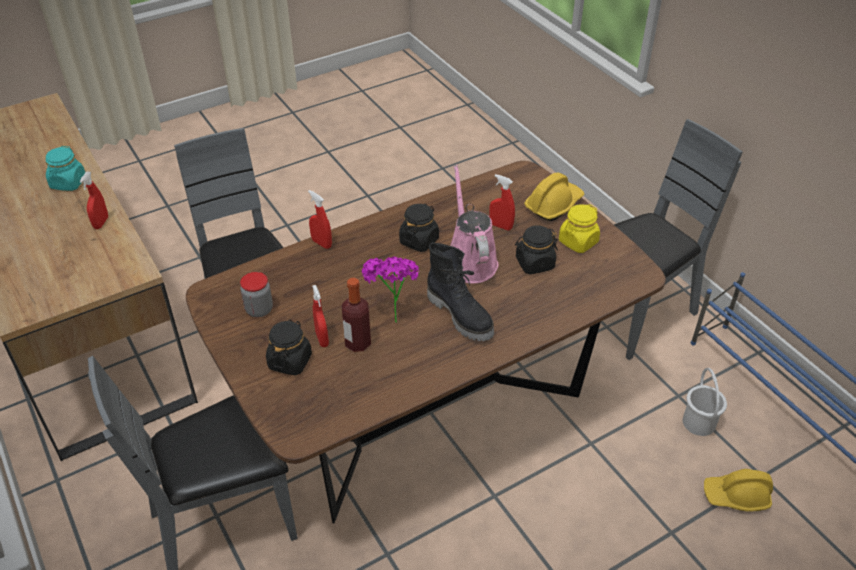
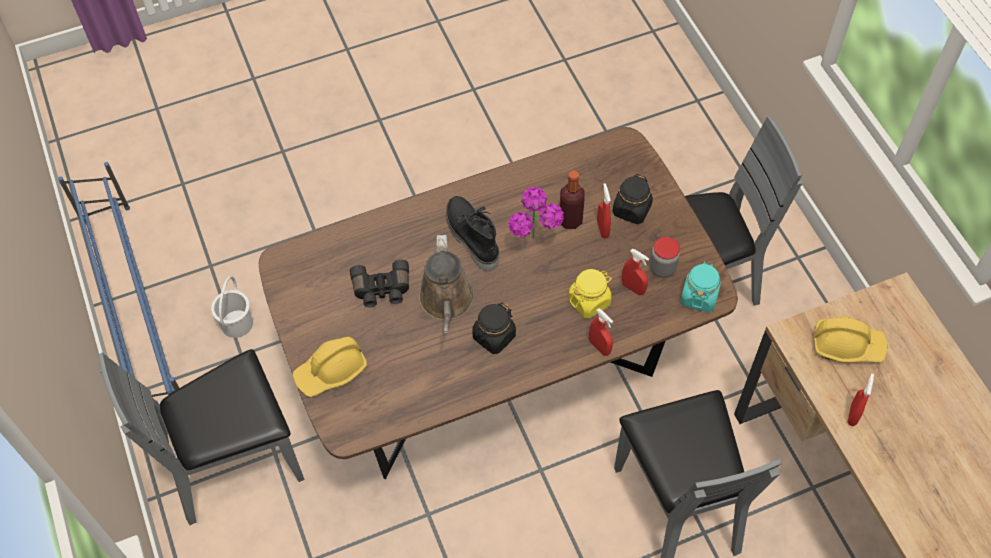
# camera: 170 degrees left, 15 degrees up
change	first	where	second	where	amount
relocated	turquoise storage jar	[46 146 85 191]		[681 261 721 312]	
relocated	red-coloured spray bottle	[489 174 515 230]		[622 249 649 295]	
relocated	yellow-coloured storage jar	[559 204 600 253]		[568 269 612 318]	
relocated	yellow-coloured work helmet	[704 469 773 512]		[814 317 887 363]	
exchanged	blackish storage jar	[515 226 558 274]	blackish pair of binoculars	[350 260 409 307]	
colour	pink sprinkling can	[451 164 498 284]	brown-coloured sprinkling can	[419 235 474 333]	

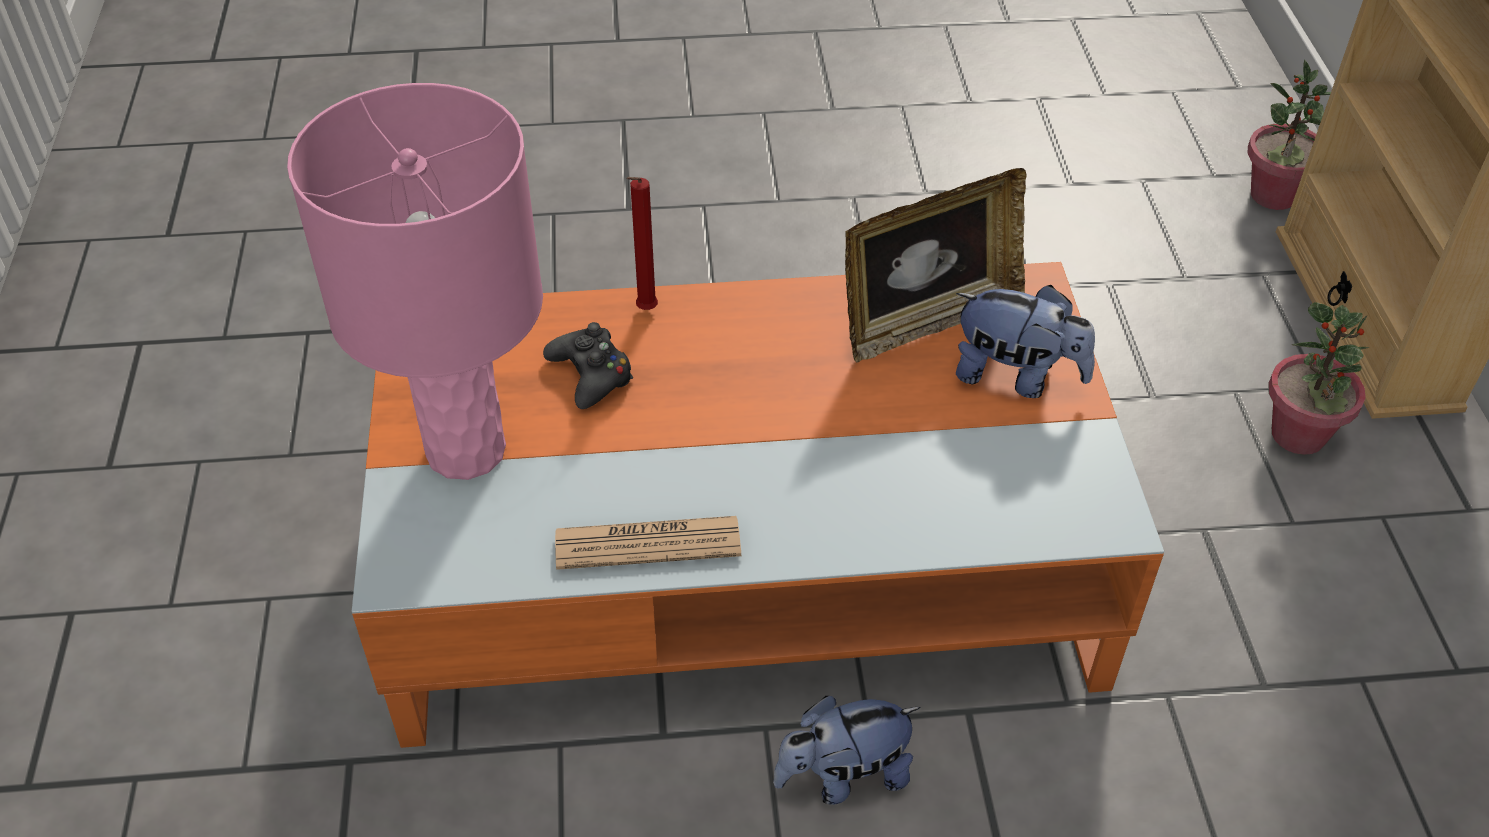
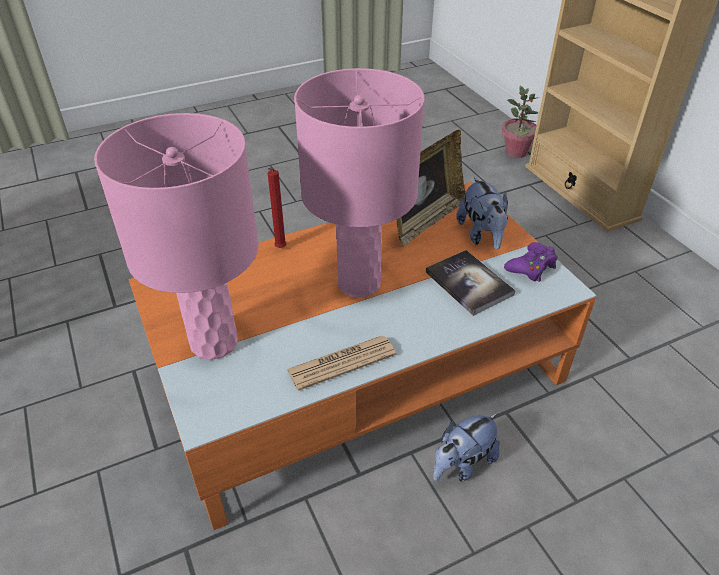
# camera: 20 degrees left, 5 degrees down
change	first	where	second	where	amount
missing	blackish joypad	[543 322 633 409]			
missing	plant in a pot	[1268 302 1369 455]			
appeared			pink tabletop lamp	[294 68 424 298]	
appeared			bound book	[426 250 515 316]	
appeared			purplish joypad	[504 242 558 282]	
spun	cuddly toy	[956 285 1095 398]		[456 176 508 250]	75 degrees clockwise

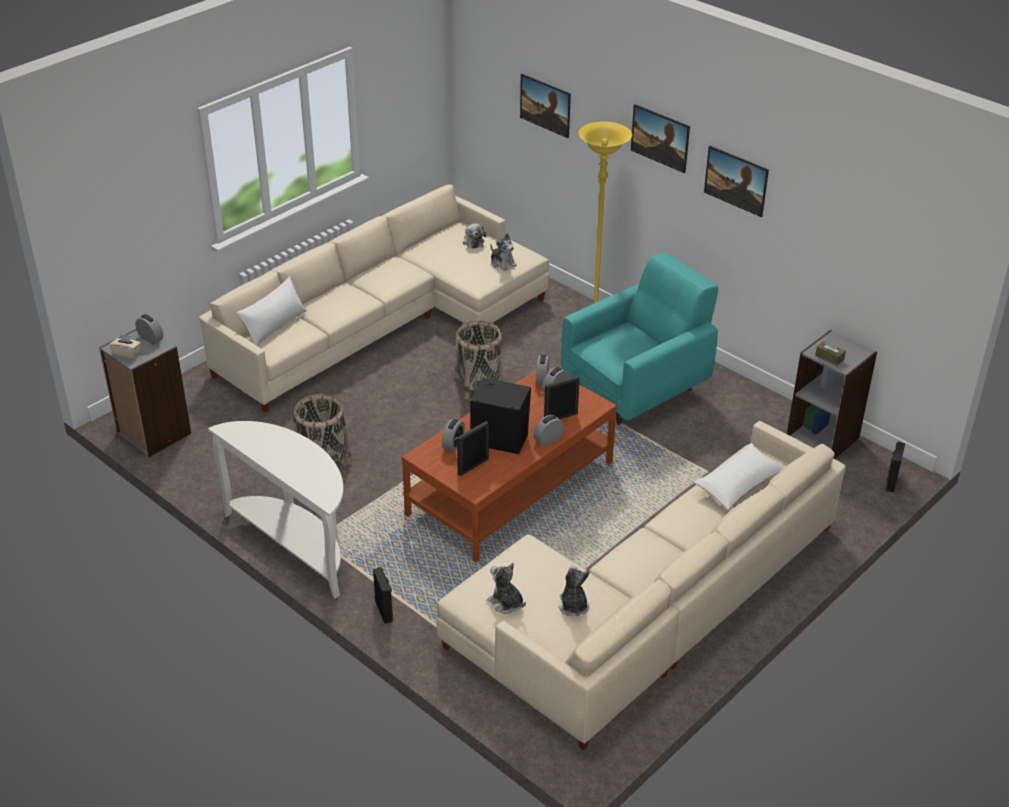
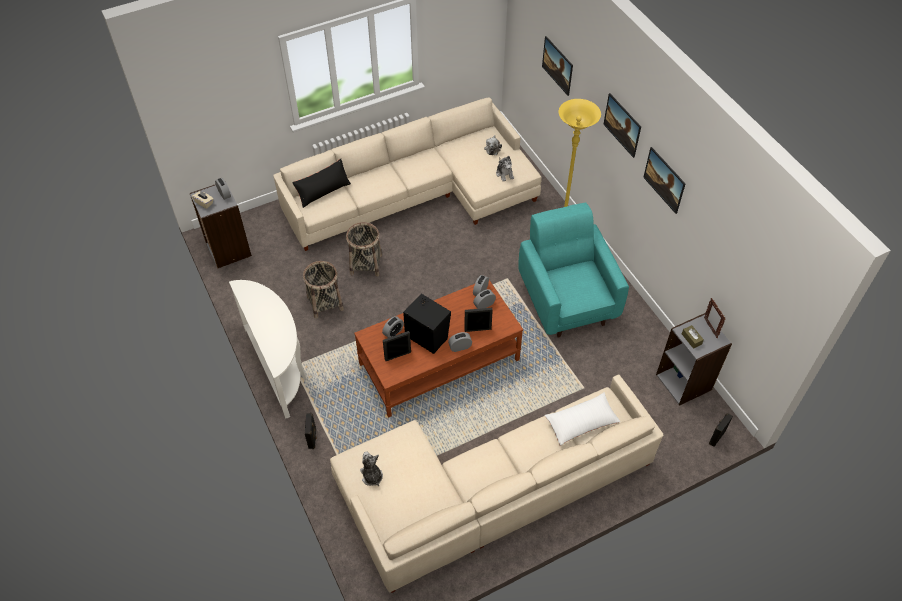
# camera: 20 degrees right, 15 degrees up
change	first	where	second	where	amount
missing	cuddly toy	[558 566 590 616]			
appeared			standing frame	[704 298 726 338]	
relocated	household basket	[455 320 503 399]		[346 222 382 277]	
colour	white cushion	[236 276 307 346]	blackish cushion	[292 159 351 208]	
spun	turquoise armchair	[561 253 718 425]		[518 202 629 338]	90 degrees counterclockwise

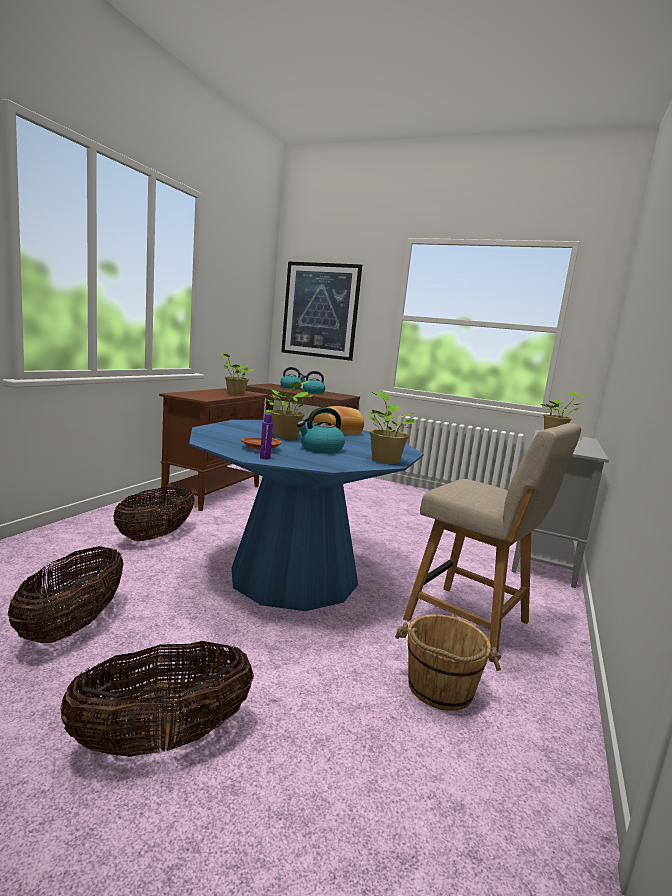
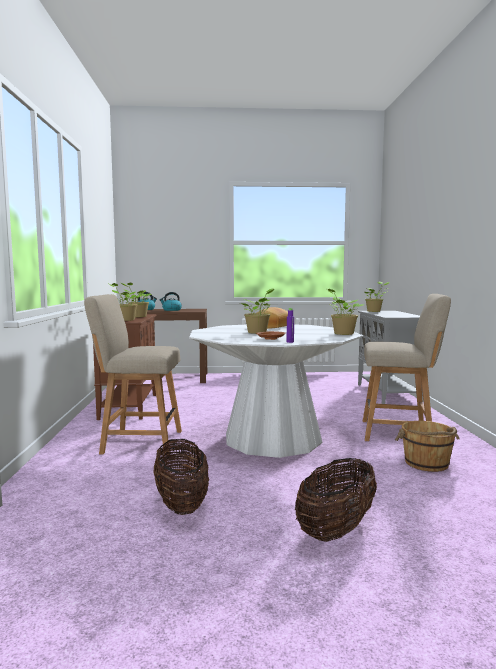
# camera: 25 degrees left, 5 degrees down
change	first	where	second	where	amount
missing	picture	[281 261 362 361]			
missing	water kettle	[297 407 345 453]			
appeared			plant in a pot	[107 283 142 321]	
exchanged	household basket	[113 486 195 541]	sand-coloured plain chair	[84 294 182 455]	
colour	bluish dining table	[189 420 424 611]	white dining table	[189 325 363 458]	

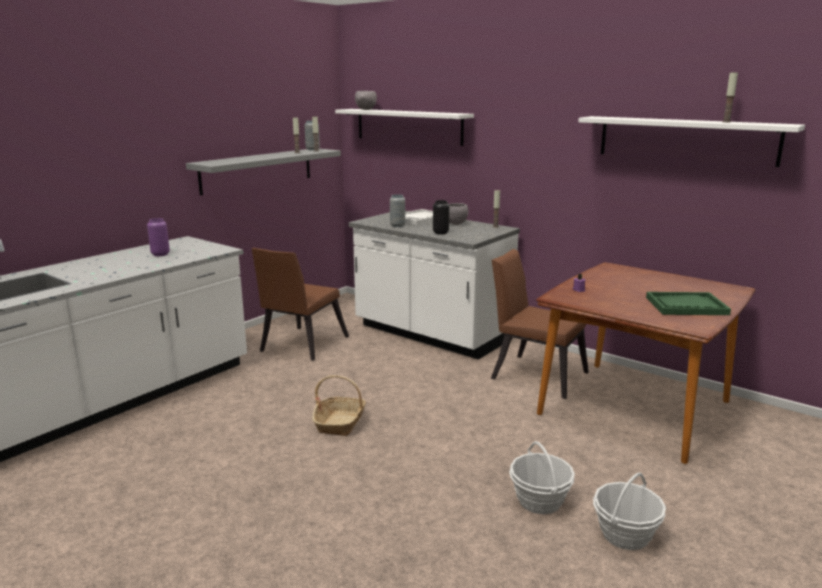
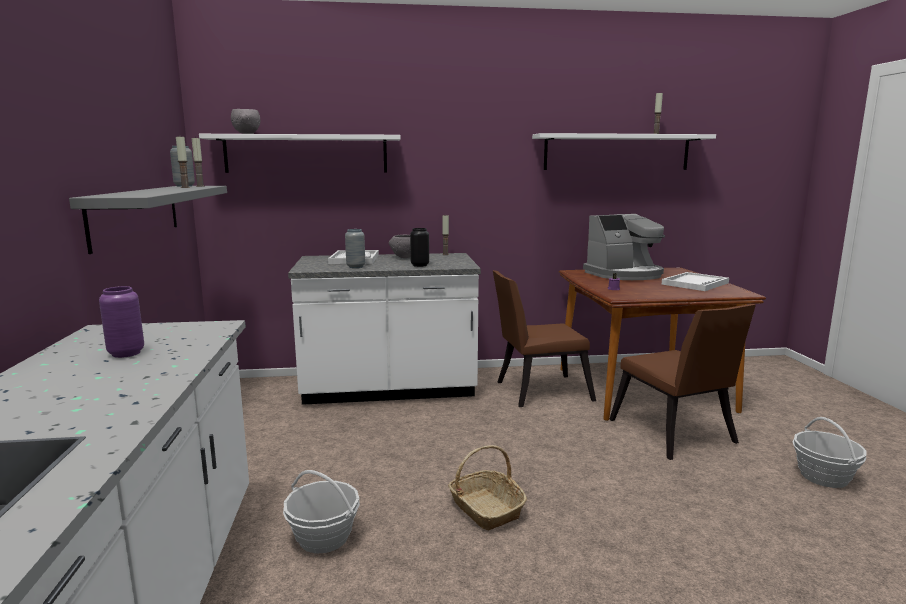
# camera: 45 degrees left, 5 degrees down
change	first	where	second	where	amount
appeared			coffee maker	[583 214 665 280]	
relocated	brown-coloured plain chair	[252 248 349 361]		[609 304 756 460]	
relocated	household basket	[509 441 575 514]		[283 470 360 554]	
colour	green-coloured tray	[646 292 731 315]	white tray	[662 272 729 291]	

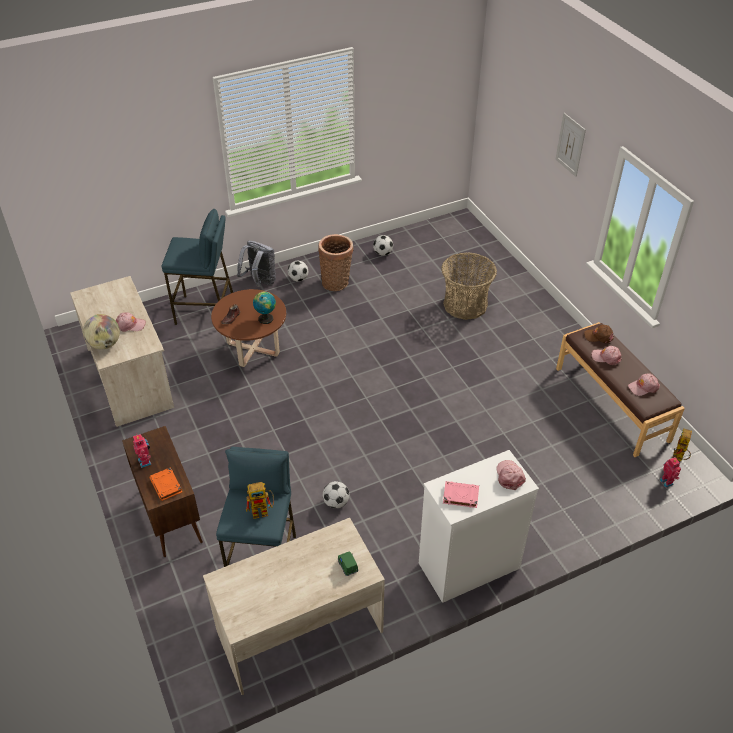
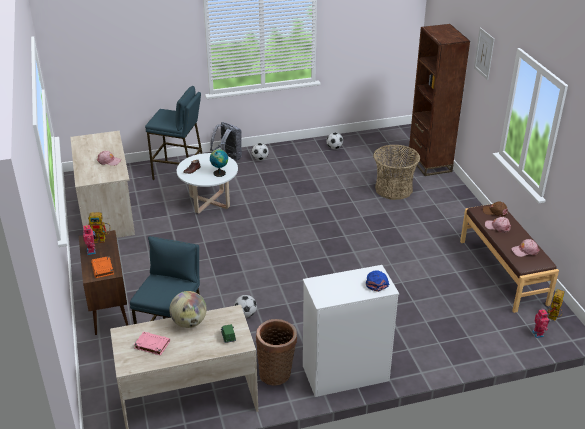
# camera: 10 degrees right, 10 degrees down
change	first	where	second	where	amount
appeared			brown-coloured shelving unit	[408 24 470 176]	
relocated	desk globe	[83 314 120 349]		[169 291 207 328]	
relocated	model robot	[246 482 274 519]		[88 212 111 243]	
relocated	household basket	[318 234 354 291]		[256 319 297 386]	
relocated	pink bound book	[443 481 479 508]		[134 332 170 355]	
colour	brown-coloured coffee table	[211 289 286 367]	white coffee table	[177 153 238 213]	
colour	pink cap	[496 460 526 490]	bluish cap	[366 270 389 292]	

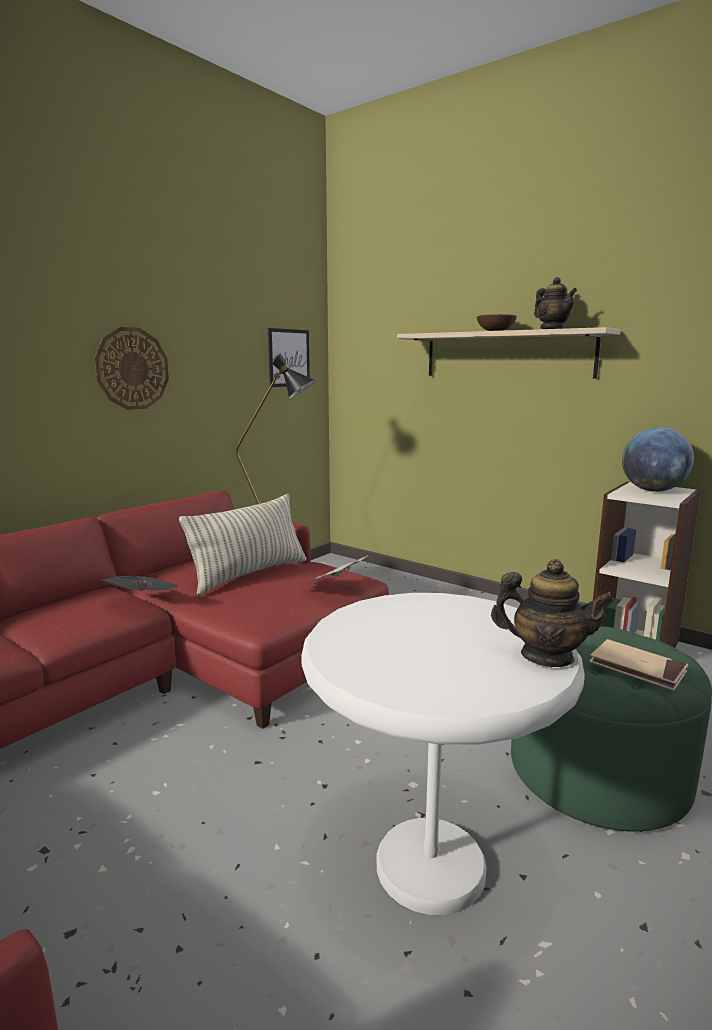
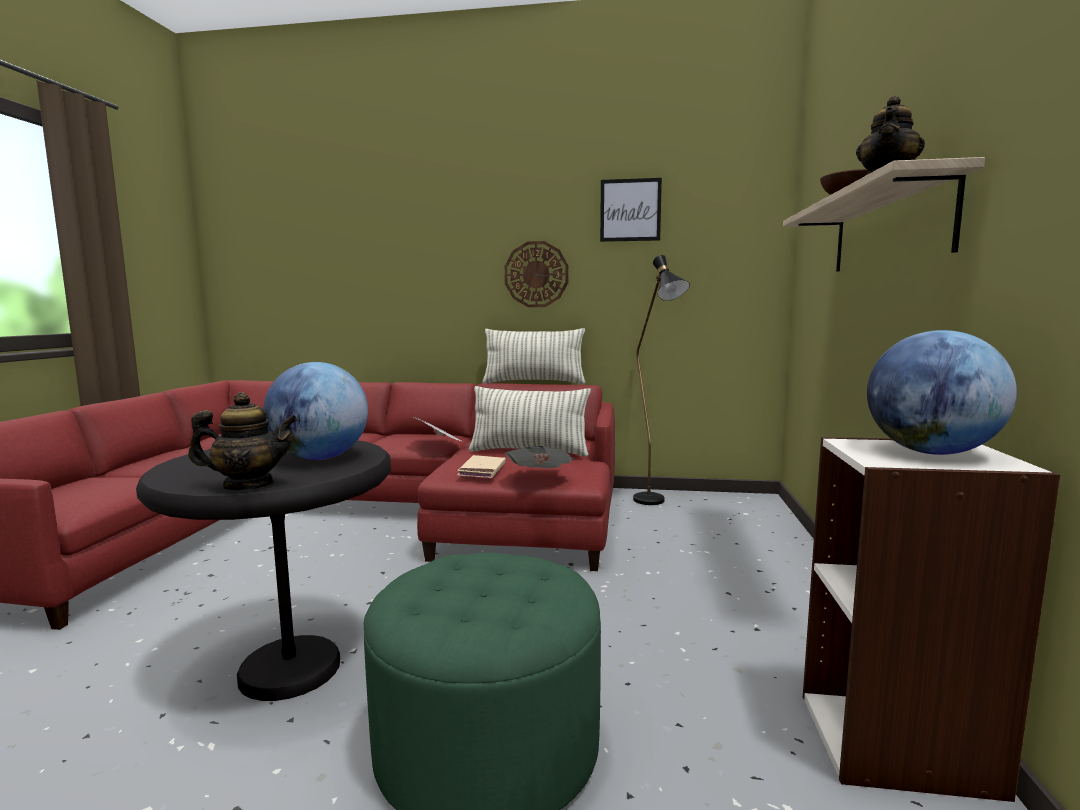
# camera: 60 degrees right, 5 degrees down
change	first	where	second	where	amount
appeared			desk globe	[263 362 368 460]	
appeared			cushion	[482 328 586 384]	
relocated	picture	[268 328 310 387]		[600 178 662 242]	
relocated	sand-coloured bound book	[589 639 688 691]		[457 455 506 478]	
colour	white side table	[301 593 585 915]	blackish side table	[136 440 391 701]	
spun	pot for tea	[491 559 615 667]		[188 392 298 490]	90 degrees counterclockwise

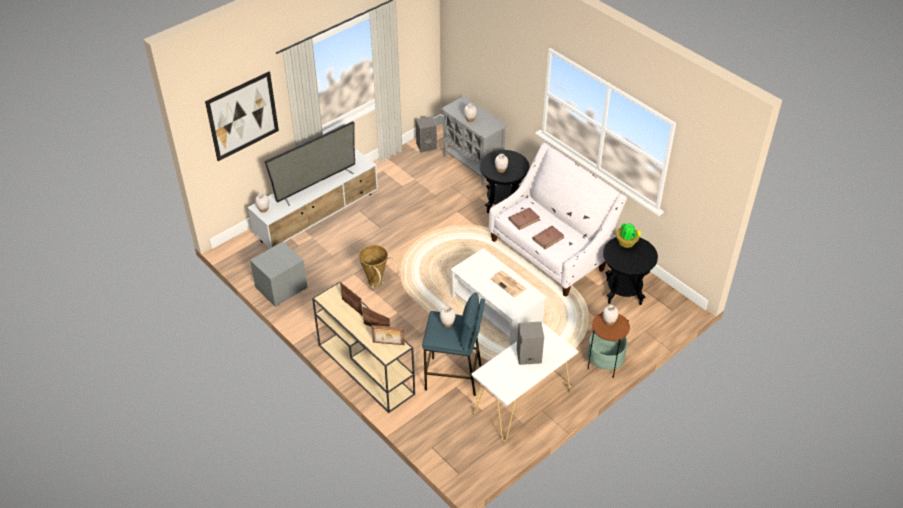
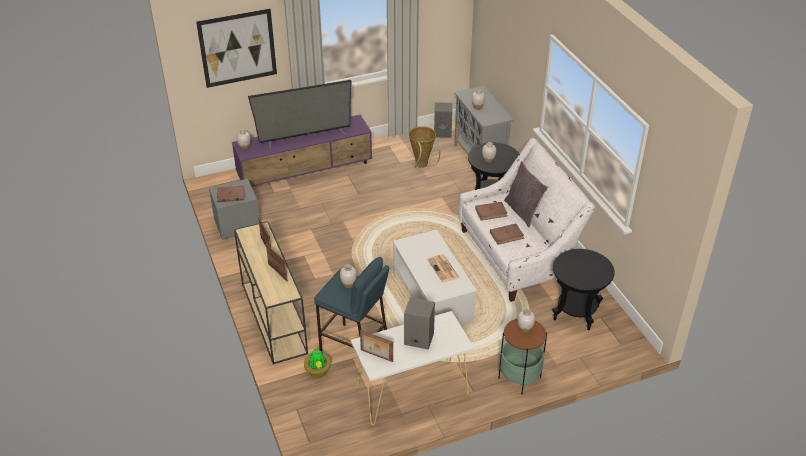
# camera: 20 degrees right, 5 degrees down
change	first	where	second	where	amount
appeared			brown-coloured bound book	[217 186 245 202]	
appeared			gray cushion	[504 161 548 228]	
relocated	household basket	[359 245 399 290]		[409 126 440 168]	
relocated	standing frame	[371 325 405 345]		[360 330 393 362]	
relocated	plant in a pot	[616 223 641 248]		[304 349 331 378]	
colour	white tv unit	[247 149 378 248]	purplish tv unit	[232 115 372 187]	

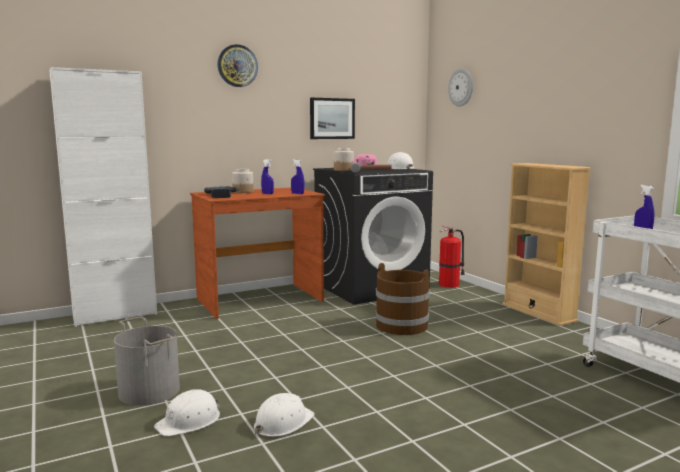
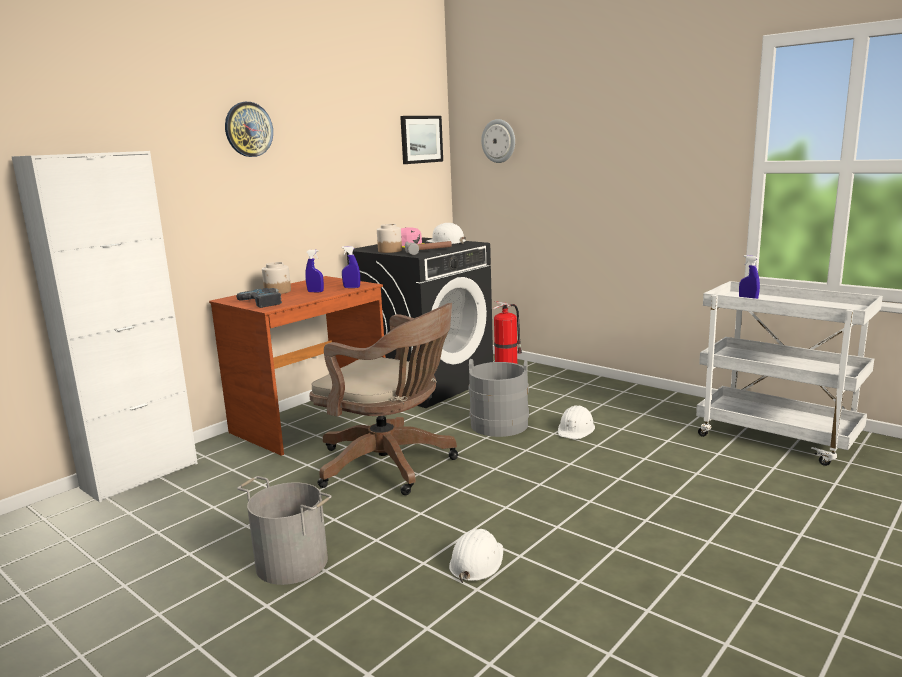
# camera: 20 degrees left, 5 degrees up
change	first	where	second	where	amount
missing	sand-coloured shelving unit	[502 163 591 326]			
appeared			brown-coloured computer chair	[309 303 458 495]	
relocated	white work helmet	[154 389 220 436]		[558 405 595 439]	
relocated	picture	[310 98 355 139]		[400 116 443 164]	
colour	brown-coloured bucket	[375 263 430 335]	gray bucket	[469 359 529 437]	

